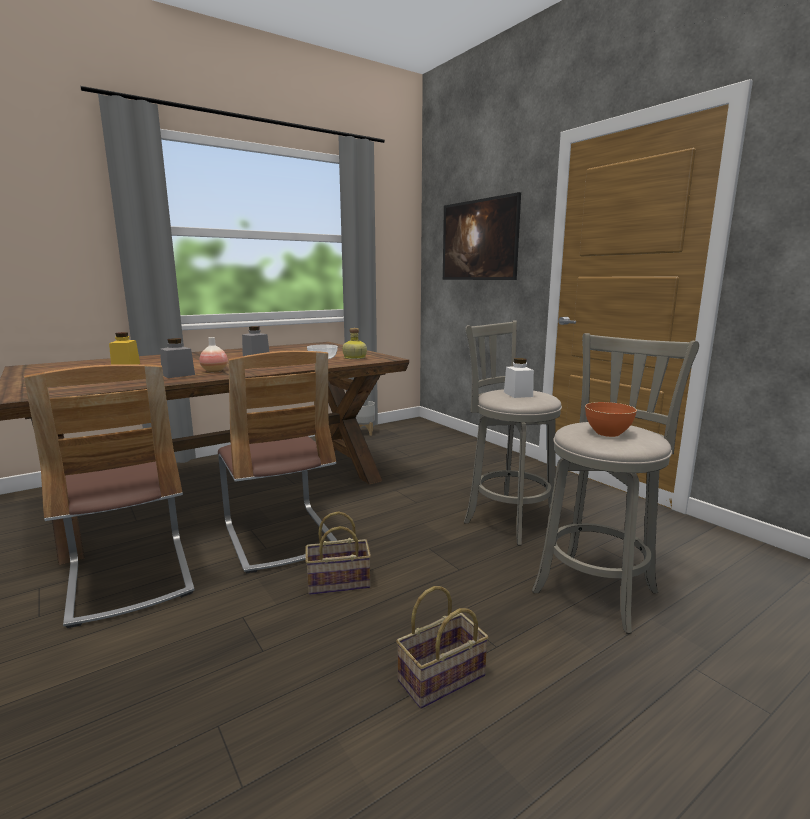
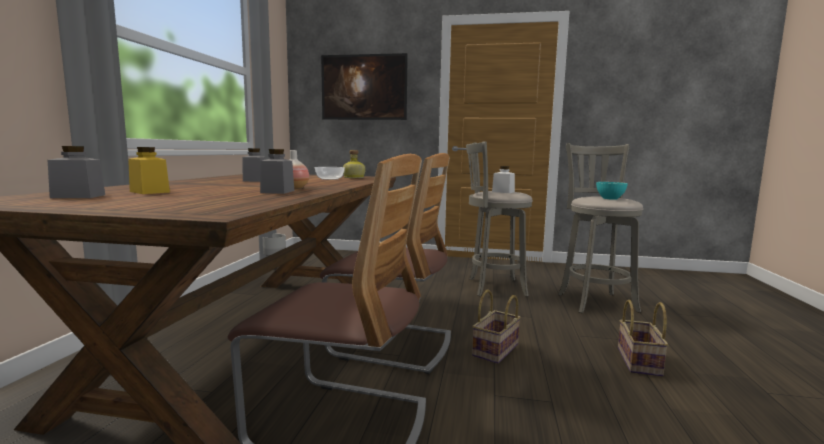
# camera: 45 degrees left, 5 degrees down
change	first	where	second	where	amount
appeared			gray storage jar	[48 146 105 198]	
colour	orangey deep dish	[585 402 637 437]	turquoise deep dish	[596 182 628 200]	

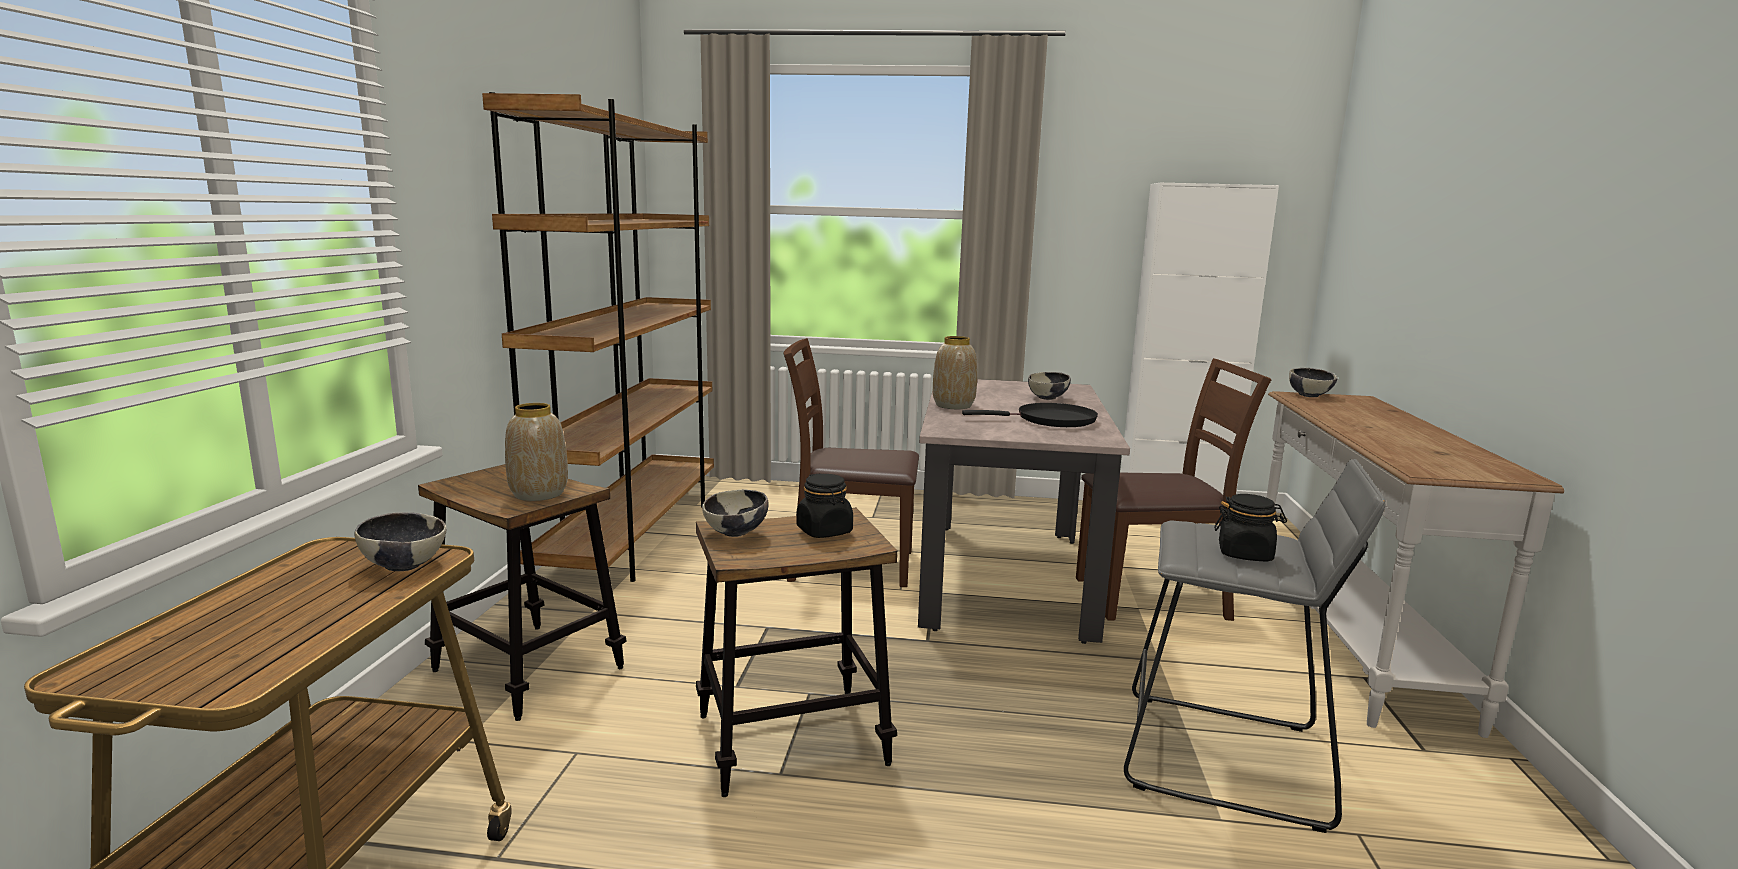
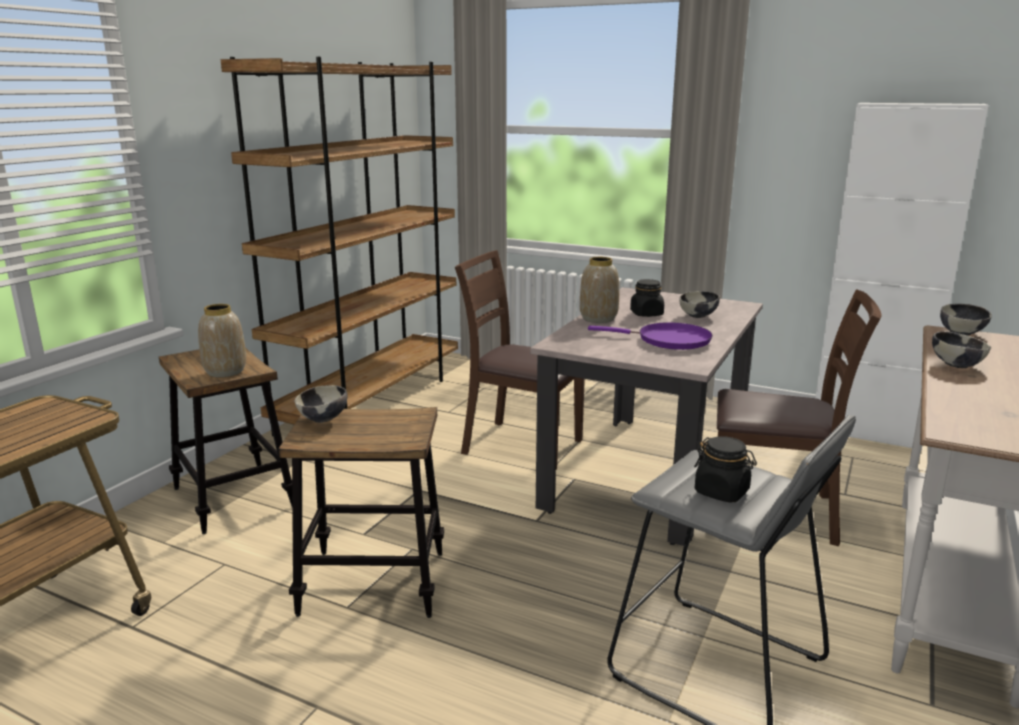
# camera: 20 degrees right, 5 degrees up
change	first	where	second	where	amount
relocated	deep dish	[355 512 447 571]		[932 331 991 368]	
relocated	blackish storage jar	[796 473 853 538]		[630 279 664 317]	
colour	blackish frying pan	[962 403 1098 427]	purplish frying pan	[588 322 713 350]	

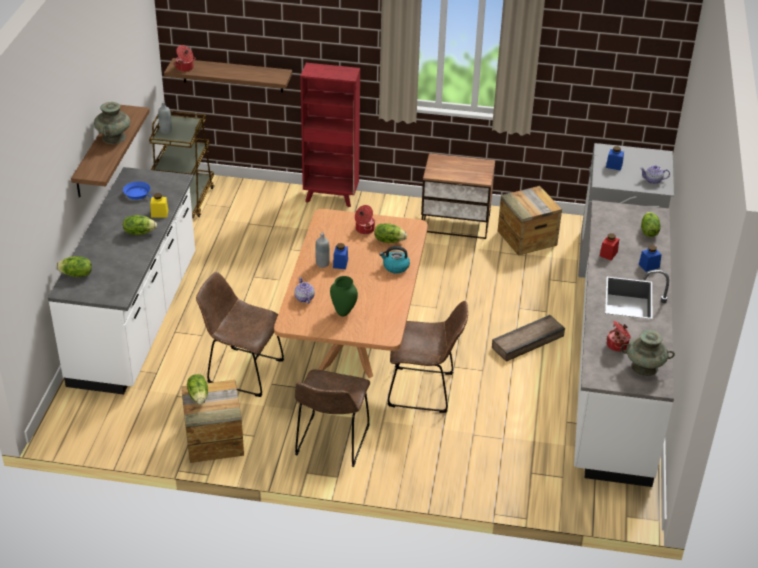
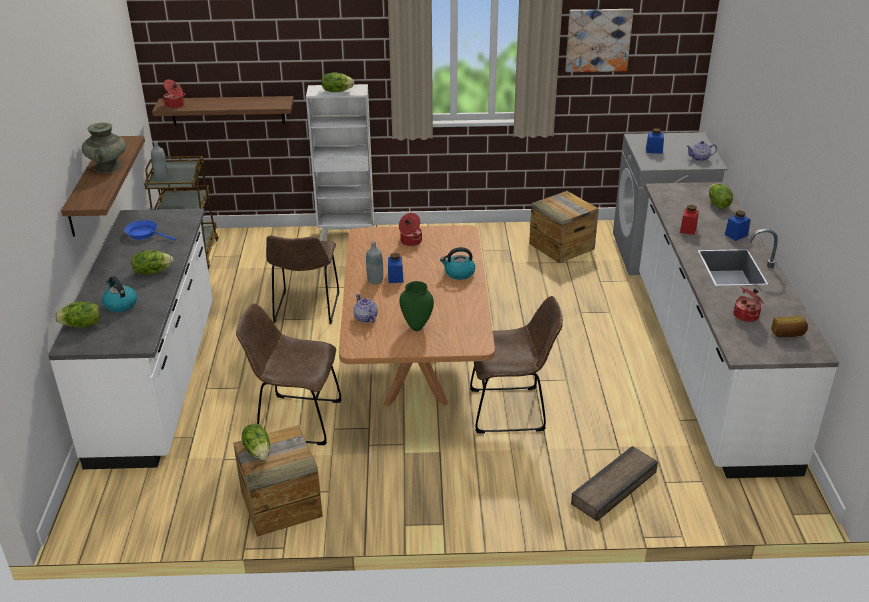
# camera: 10 degrees left, 5 degrees down
change	first	where	second	where	amount
missing	yellow-coloured storage jar	[150 193 168 217]			
missing	bedside table	[421 153 495 239]			
appeared			water kettle	[102 276 137 312]	
appeared			picture	[565 9 634 72]	
relocated	brown-coloured plain chair	[295 369 370 467]		[266 236 339 324]	
relocated	head of lettuce	[374 223 407 243]		[321 72 354 92]	
relocated	shipping crate	[492 315 565 362]		[571 446 658 521]	
exchanged	turquoise decorative vase	[621 330 675 376]	bakery bread	[771 316 808 337]	
colour	red-coloured shelving unit	[300 63 360 207]	white shelving unit	[306 84 374 241]	

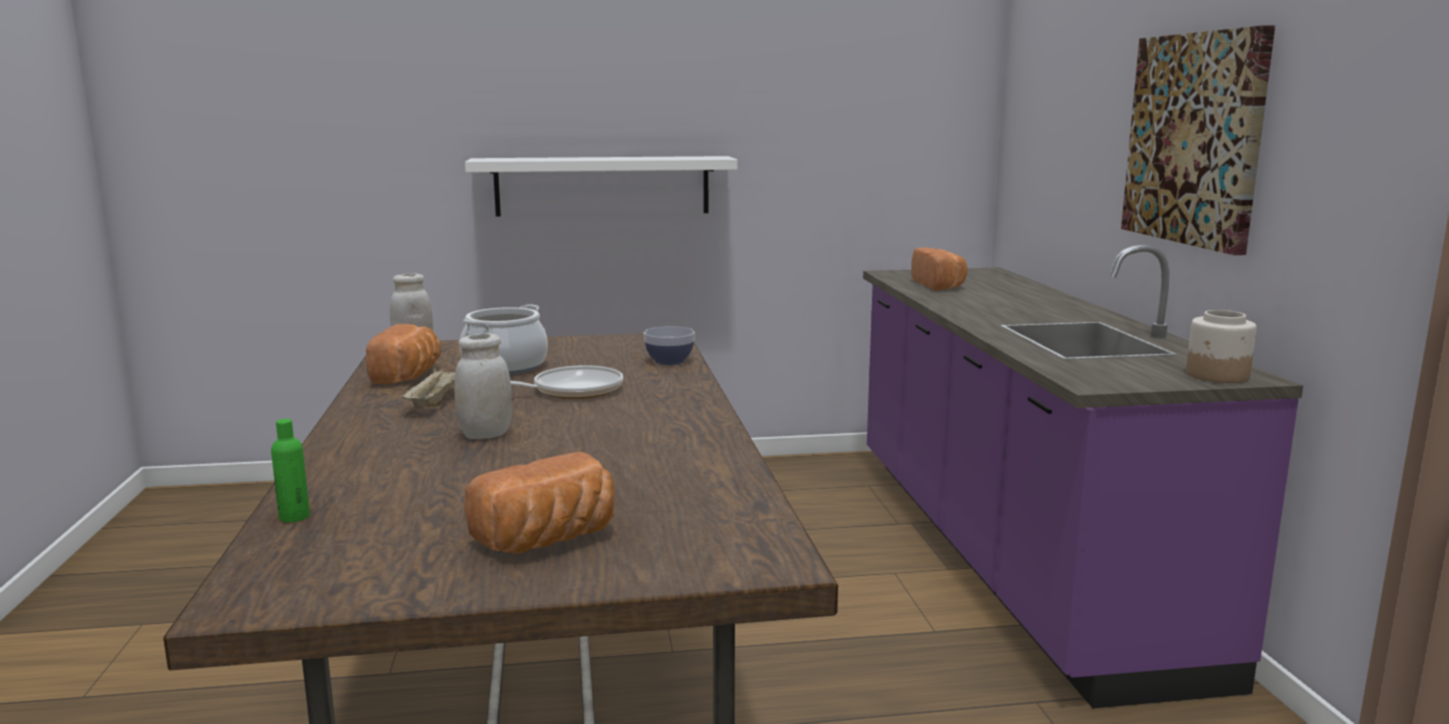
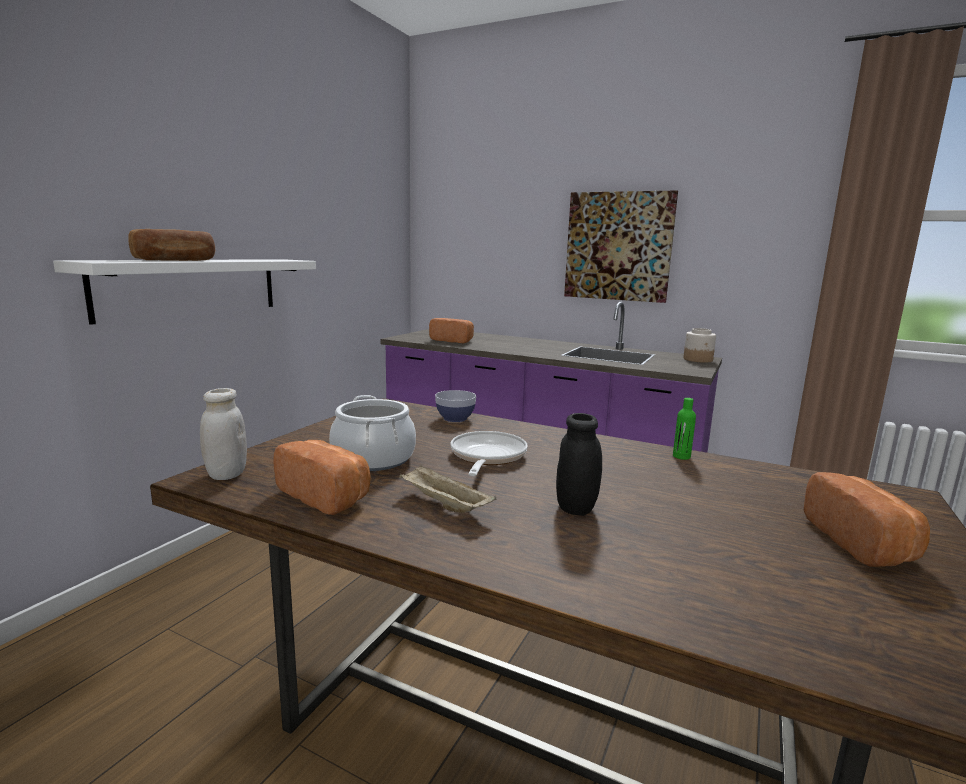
# camera: 55 degrees left, 0 degrees up
change	first	where	second	where	amount
appeared			bakery bread	[128 229 215 261]	
relocated	green-coloured beverage bottle	[271 419 310 522]		[673 398 696 460]	
colour	white storage jar	[455 333 511 439]	blackish storage jar	[556 413 602 516]	

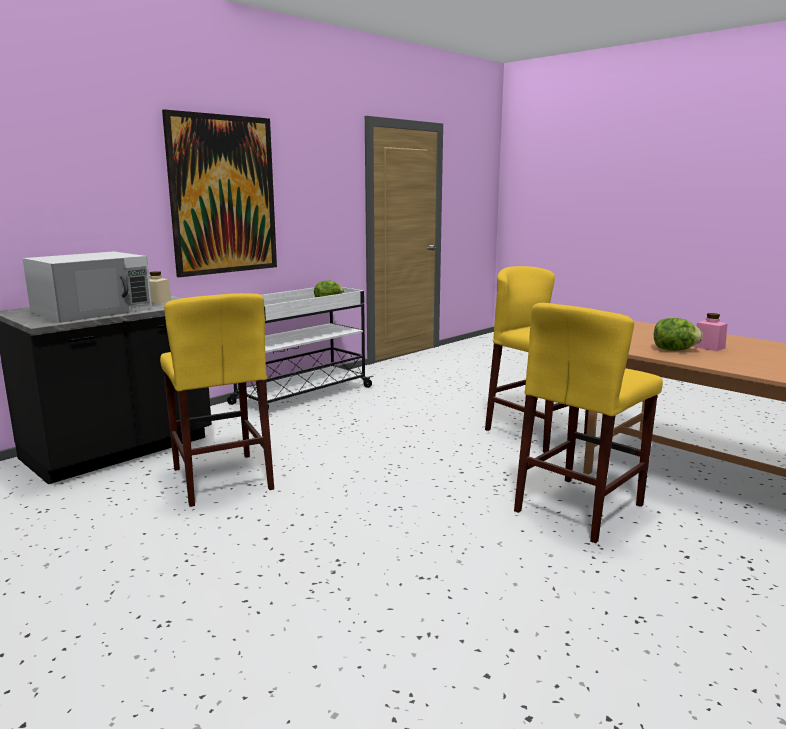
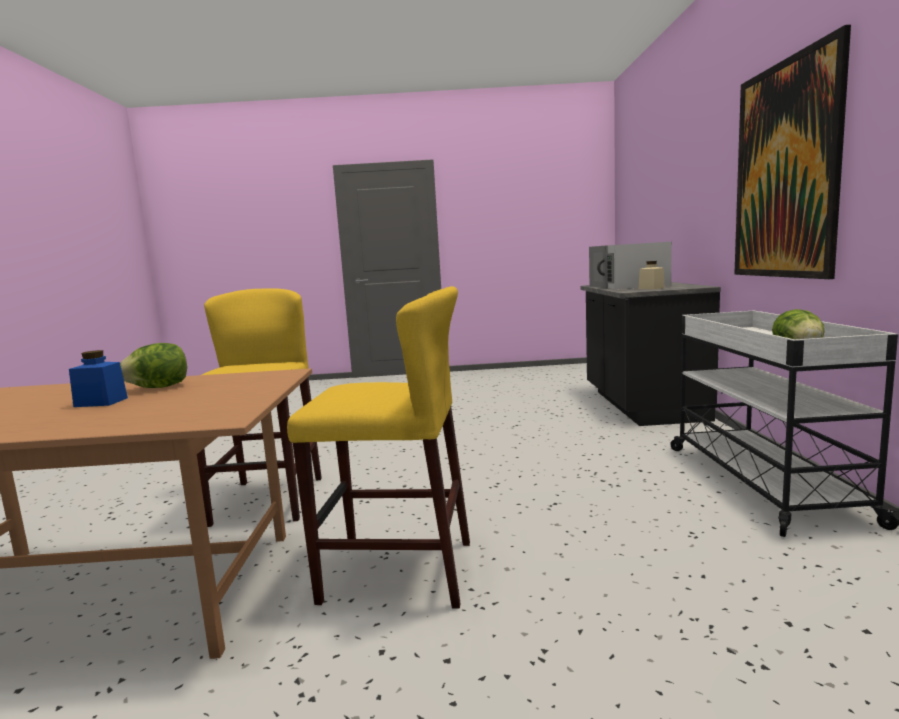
# camera: 135 degrees right, 5 degrees down
change	first	where	second	where	amount
missing	yellow-coloured stool	[160 293 274 507]			
colour	pink storage jar	[693 313 727 351]	bluish storage jar	[69 350 128 407]	

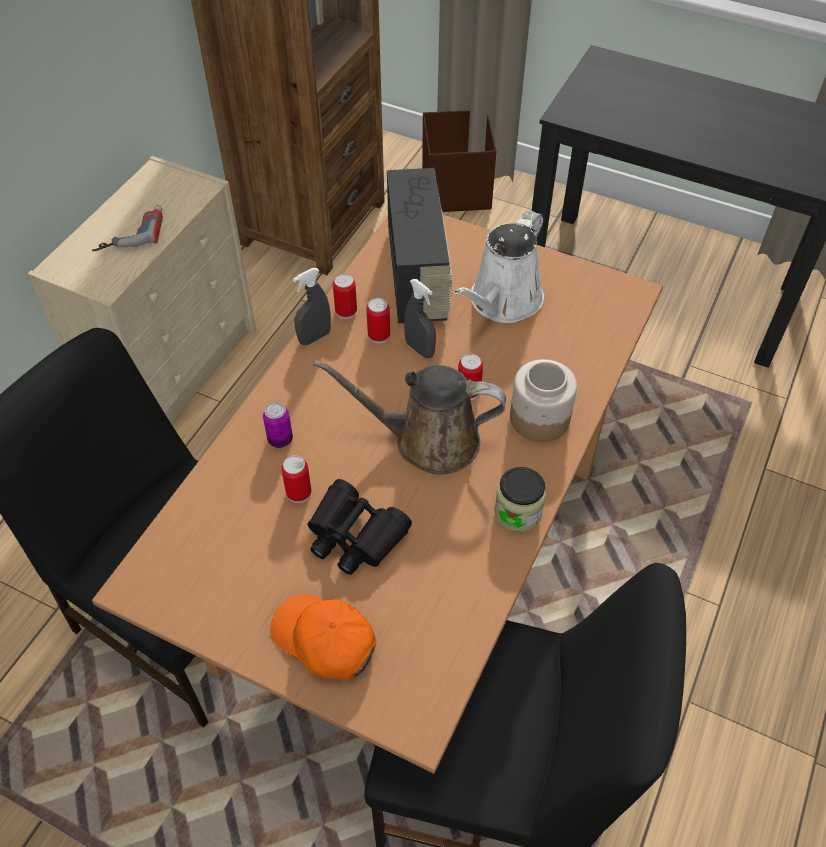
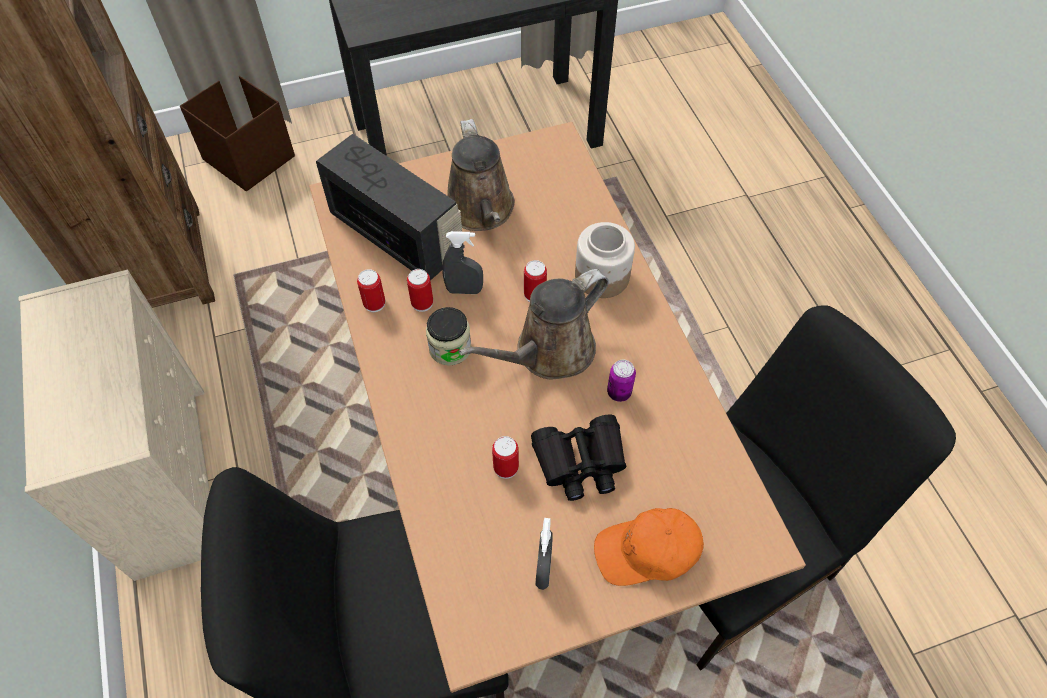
# camera: 45 degrees left, 5 degrees up
change	first	where	second	where	amount
missing	electric drill	[92 205 163 251]			
relocated	metal can	[263 402 293 448]		[607 360 636 402]	
relocated	gray spray bottle	[293 268 331 346]		[536 518 553 590]	
relocated	storage jar	[495 467 546 532]		[426 307 471 366]	
colour	white sprinkling can	[454 210 544 323]	brown-coloured sprinkling can	[447 119 515 231]	

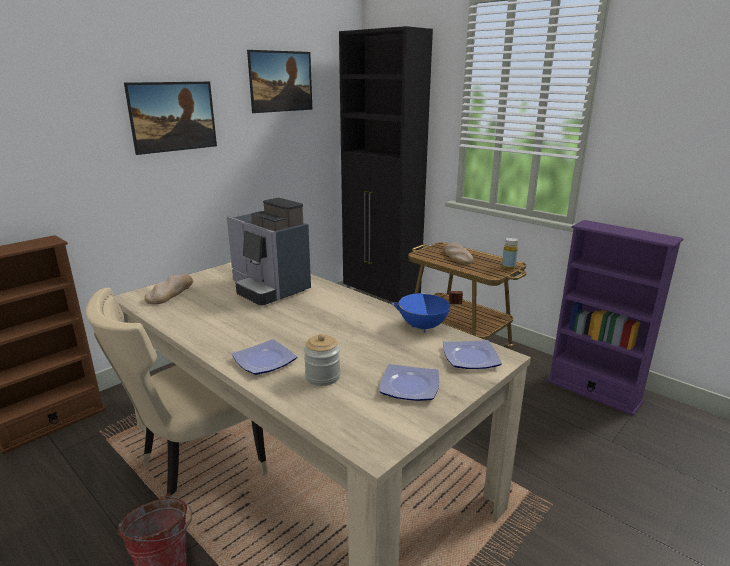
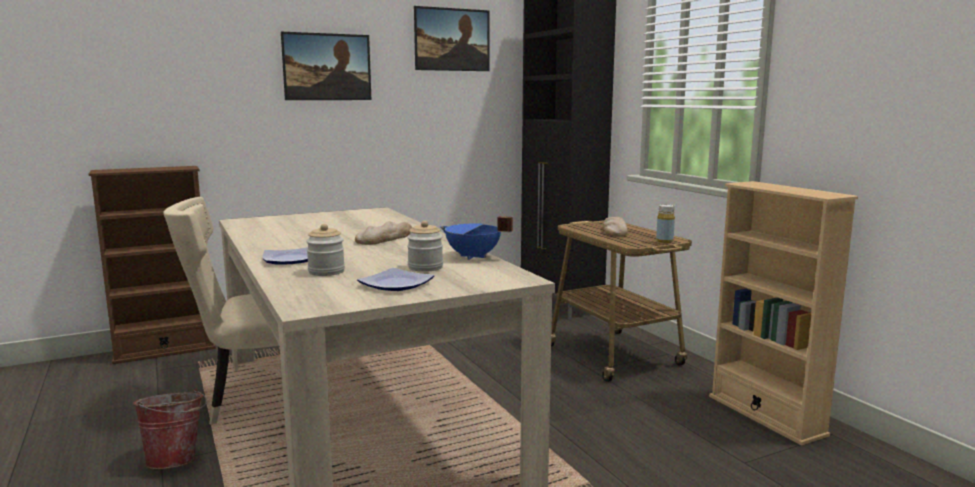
# camera: 20 degrees right, 10 degrees down
change	first	where	second	where	amount
missing	coffee maker	[227 198 311 306]			
missing	dinner plate	[443 340 502 369]			
appeared			storage jar	[407 221 443 272]	
relocated	bakery bread	[145 274 193 304]		[355 221 413 245]	
colour	purplish shelving unit	[547 220 684 416]	sand-coloured shelving unit	[709 181 858 445]	

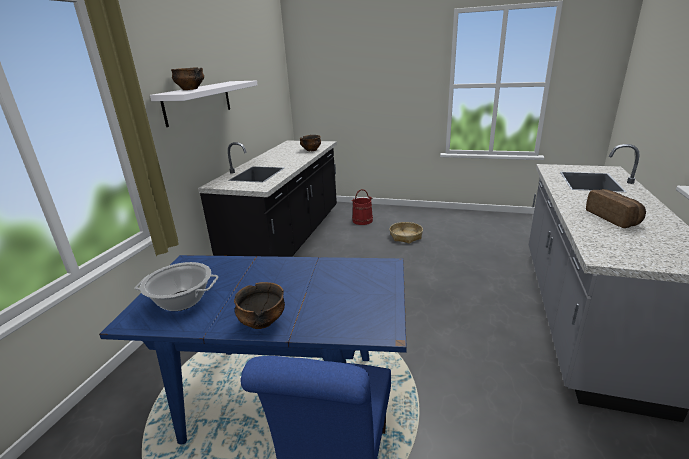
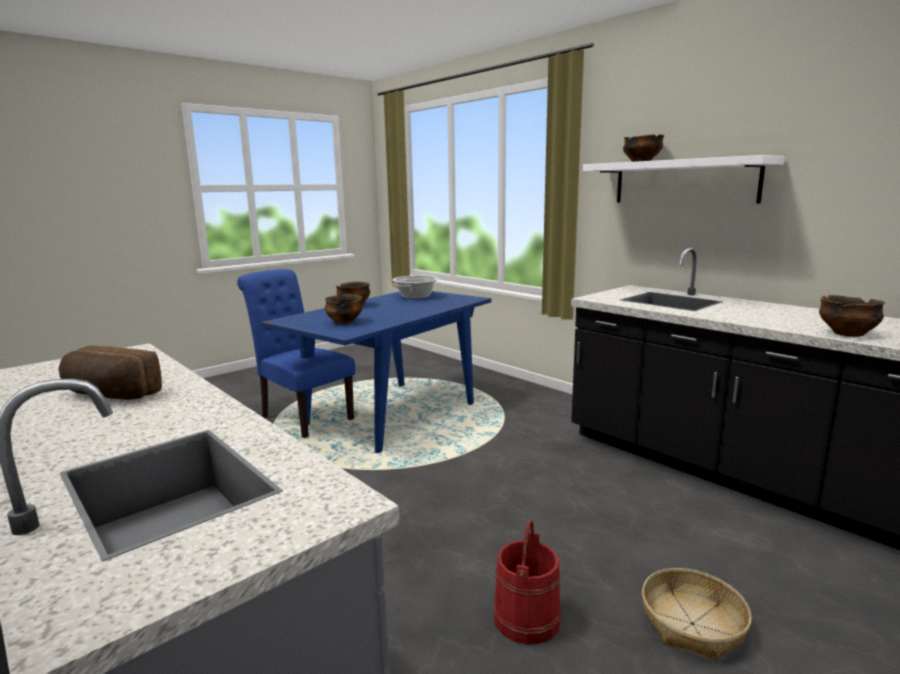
# camera: 120 degrees right, 10 degrees down
change	first	where	second	where	amount
appeared			deep dish	[325 295 363 324]	
relocated	red-coloured bucket	[351 189 373 225]		[493 520 561 645]	

